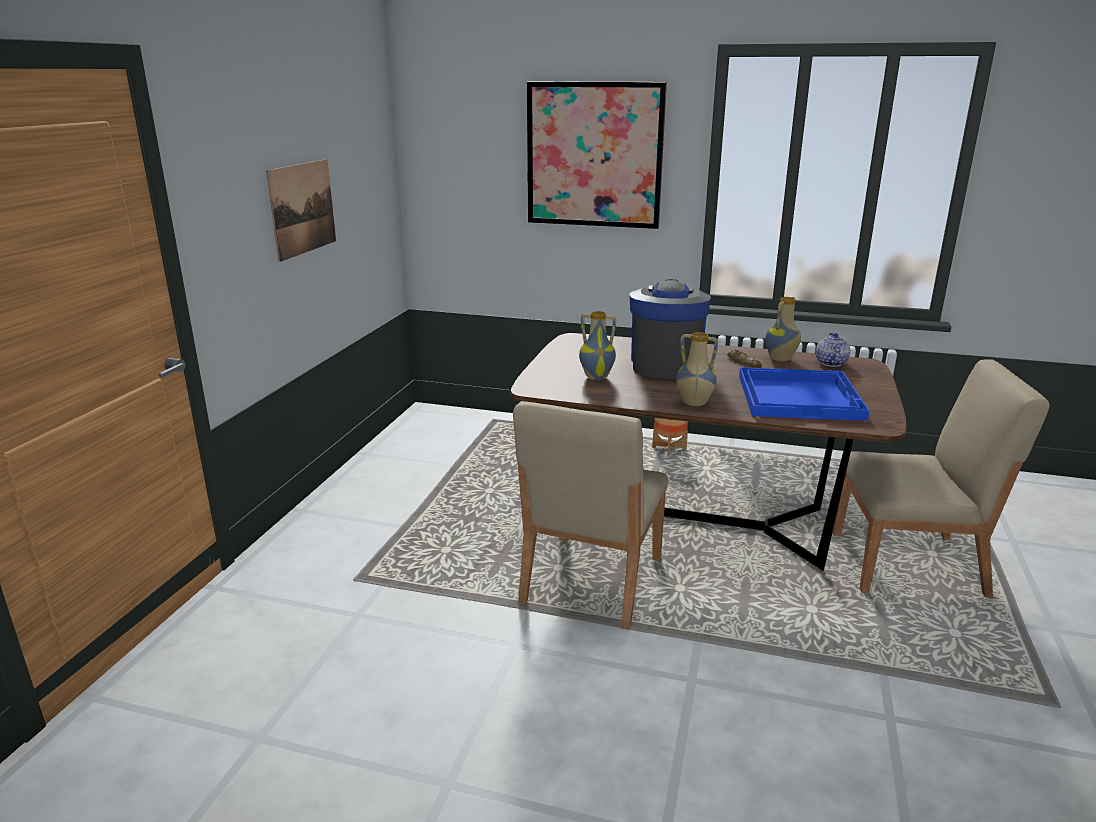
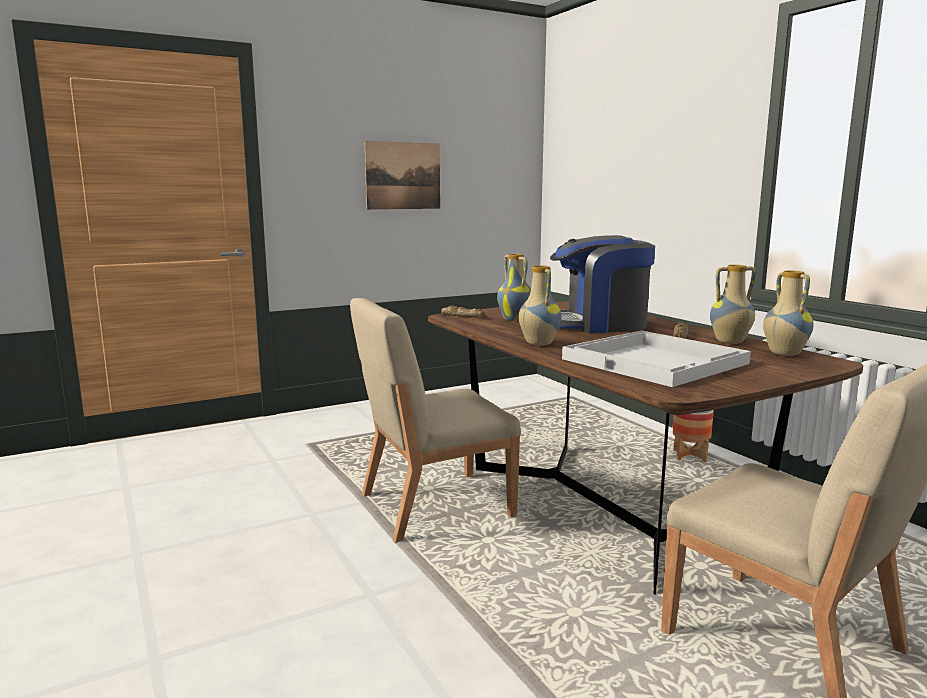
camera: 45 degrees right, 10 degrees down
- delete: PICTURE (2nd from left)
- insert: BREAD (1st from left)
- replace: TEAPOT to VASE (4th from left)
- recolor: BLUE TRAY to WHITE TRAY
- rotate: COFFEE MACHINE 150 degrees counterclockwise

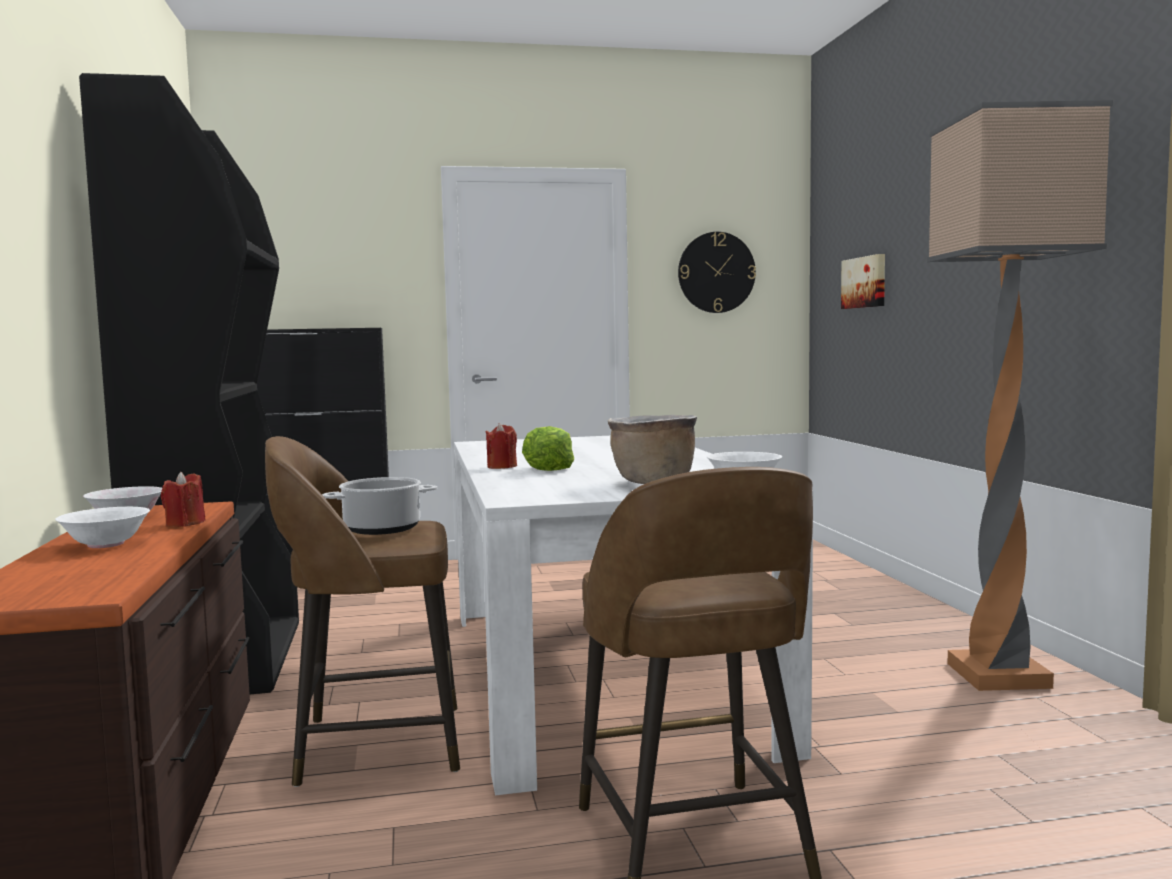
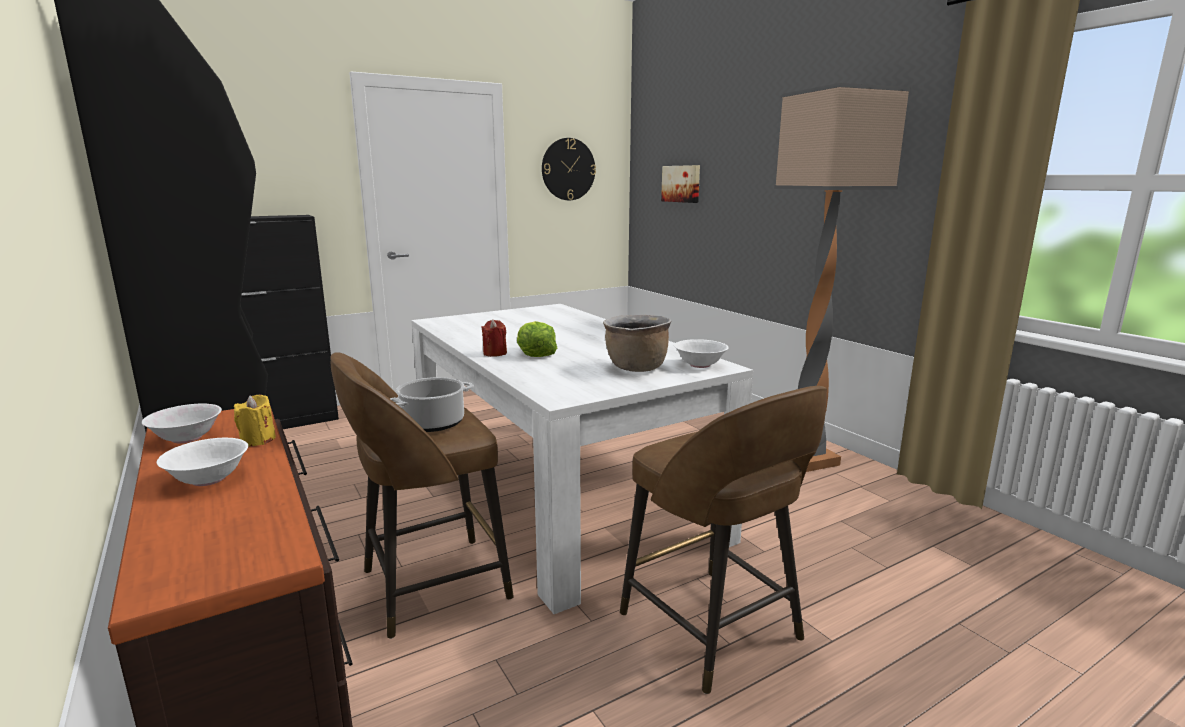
camera: 20 degrees left, 10 degrees up
- recolor: RED CANDLE (1st from left) to YELLOW CANDLE

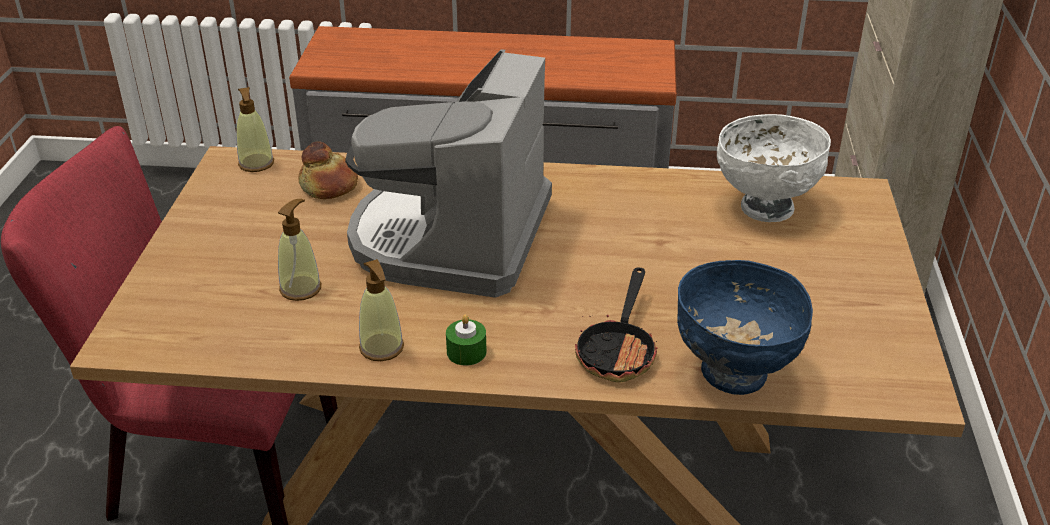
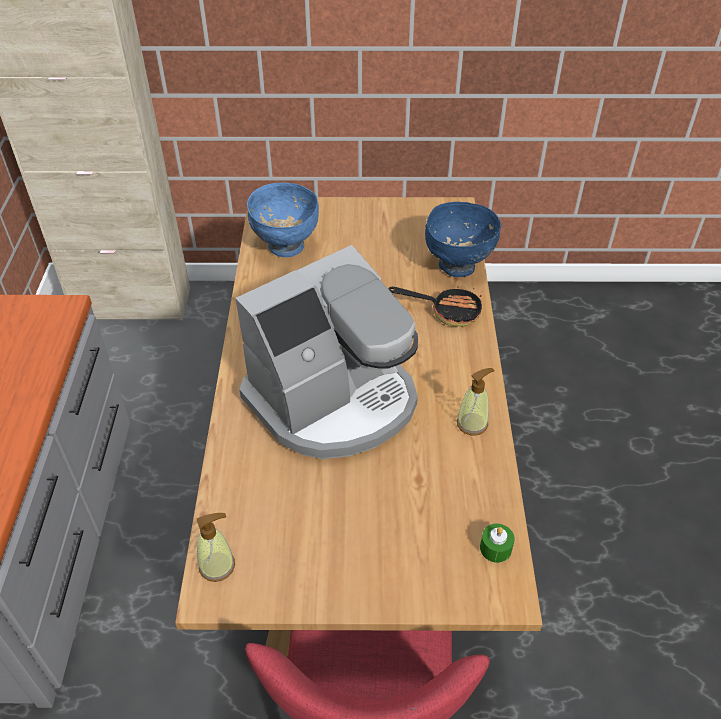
camera: 95 degrees left, 10 degrees up
- delete: SOAP DISPENSER (2nd from left)
- delete: BREAD
- move: GREEN CANDLE
- recolor: WHITE BOWL to BLUE BOWL (1st from left)
- rotate: COFFEE MACHINE 45 degrees counterclockwise

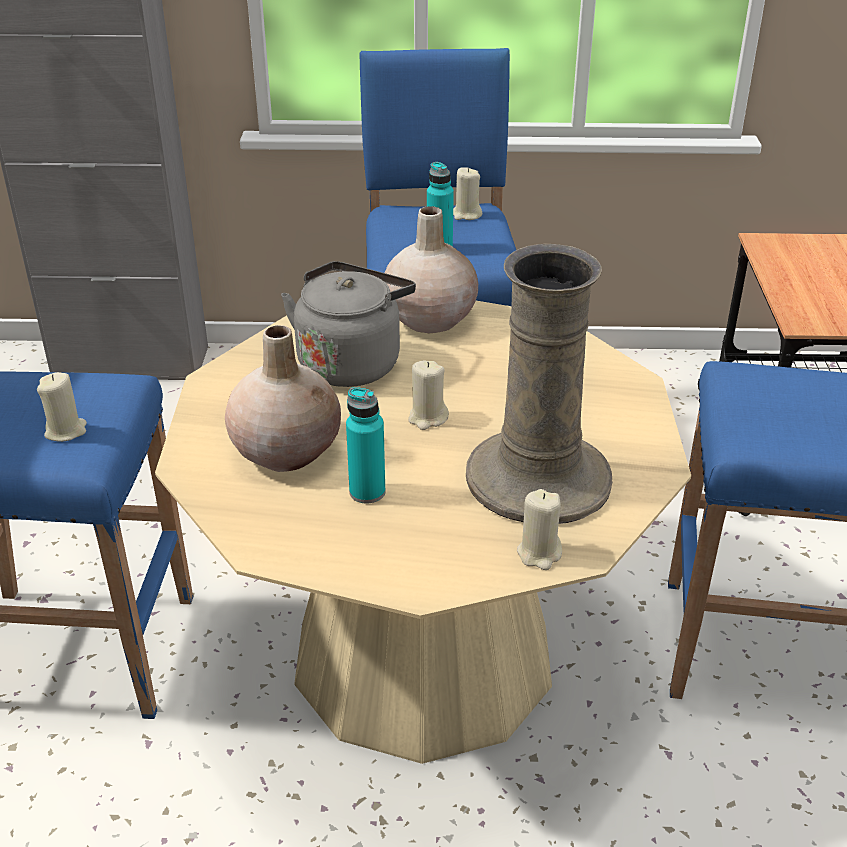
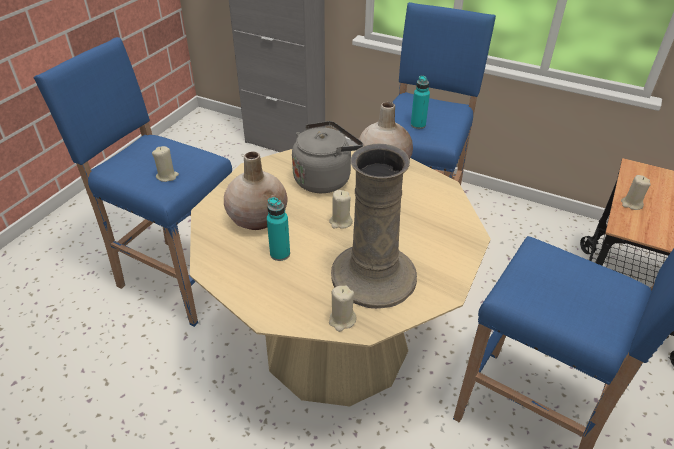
camera: 25 degrees right, 5 degrees up
- move: BEIGE CANDLE (3rd from left in the first image) to BEIGE CANDLE (4th from left)

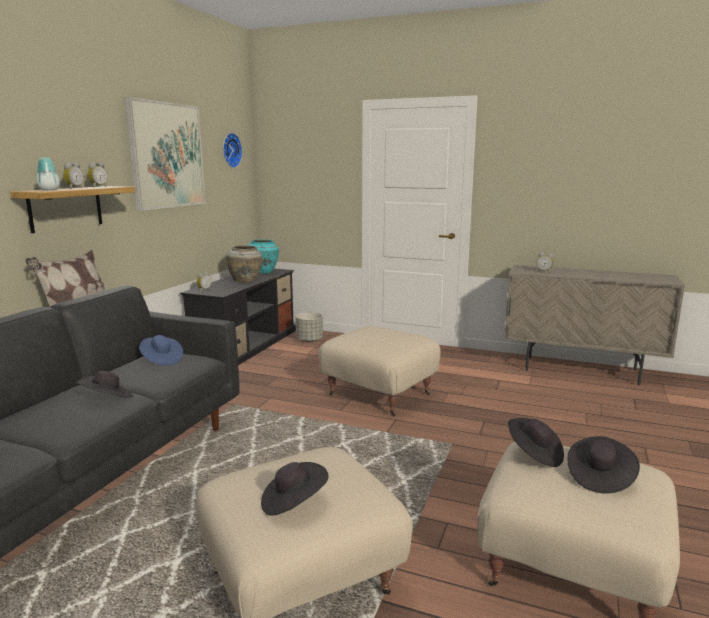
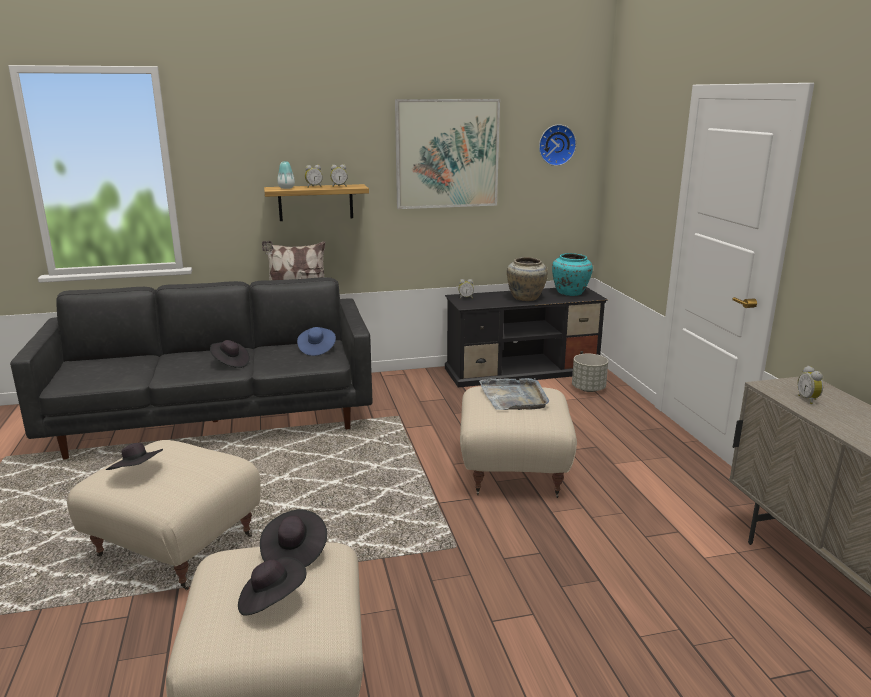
camera: 55 degrees right, 5 degrees up
- insert: GREY TRAY

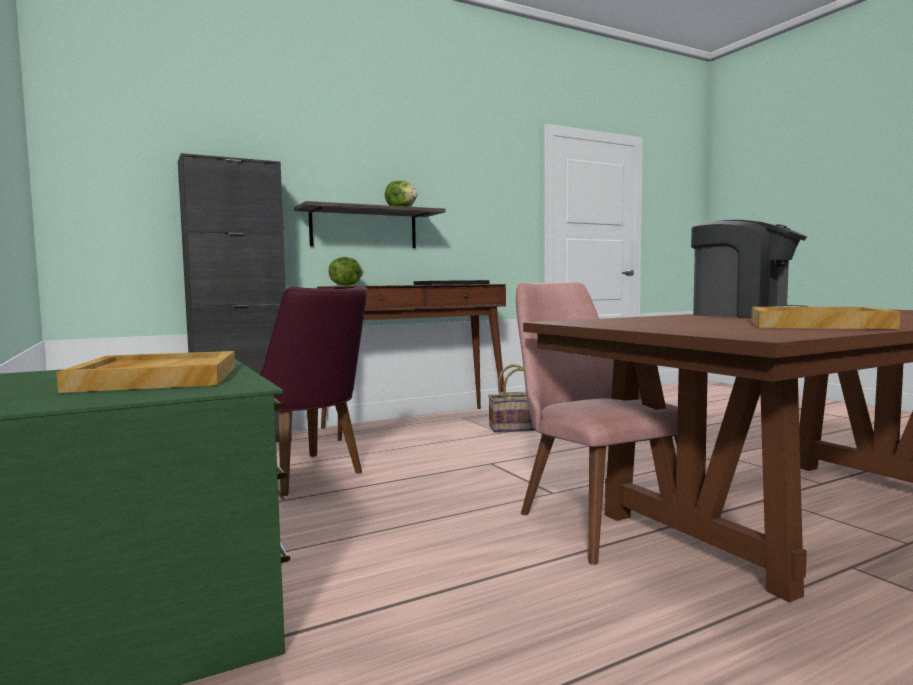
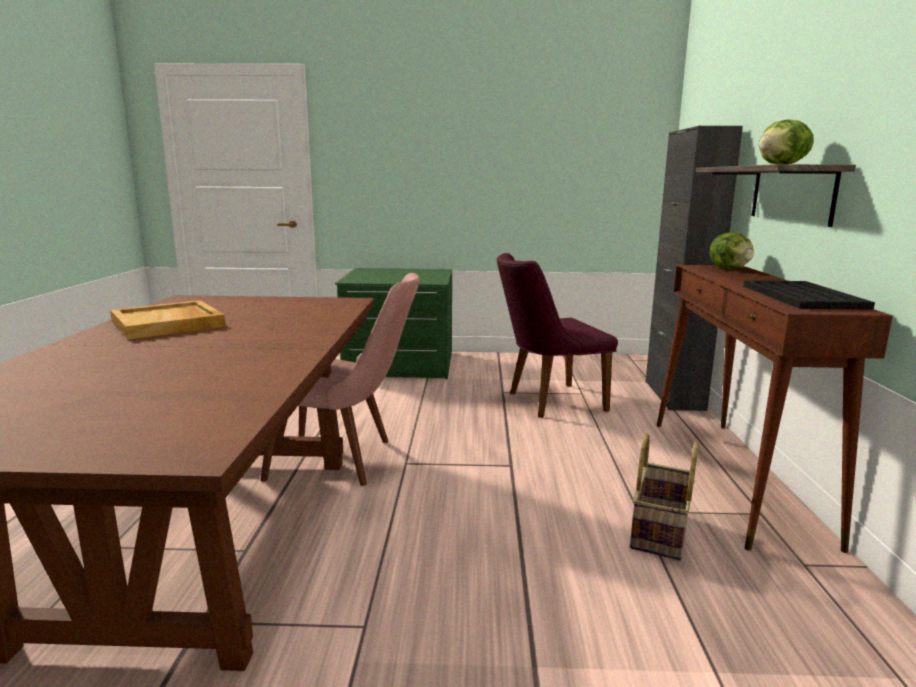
camera: 120 degrees right, 10 degrees up
- delete: BEIGE TRAY (1st from left)
- delete: COFFEE MACHINE

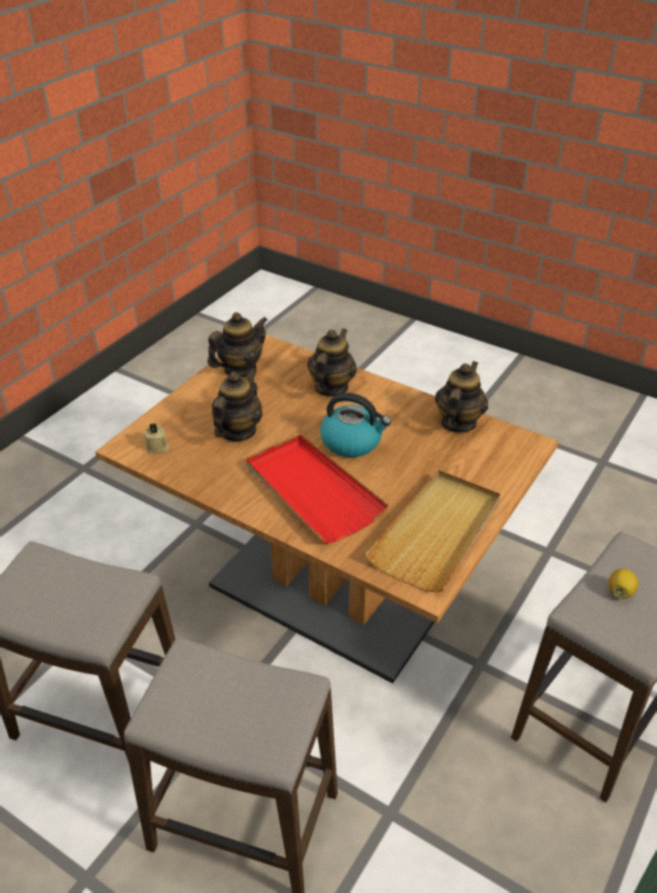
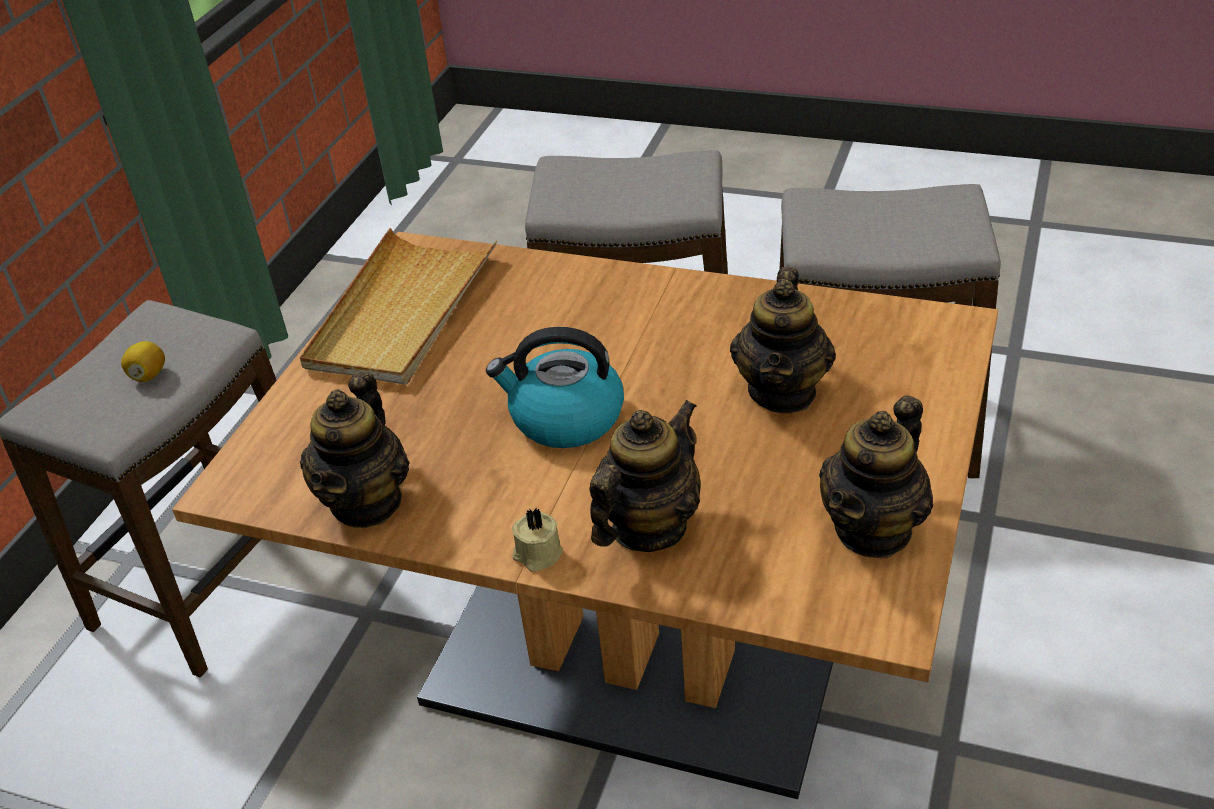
camera: 170 degrees right, 0 degrees up
- delete: RED TRAY
- move: BEIGE CANDLE
- rotate: TEAPOT (3rd from left in the first image) 150 degrees counterclockwise

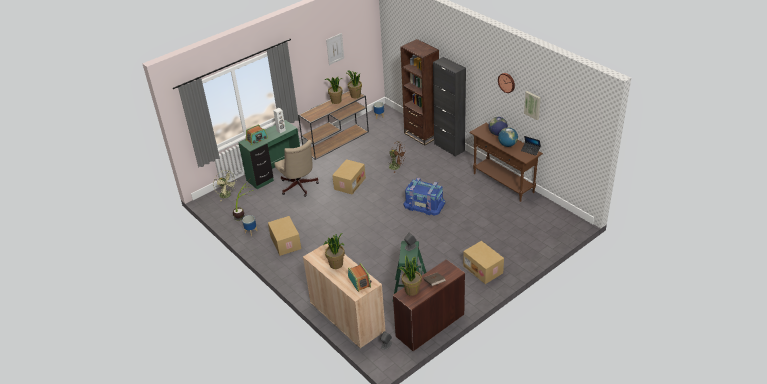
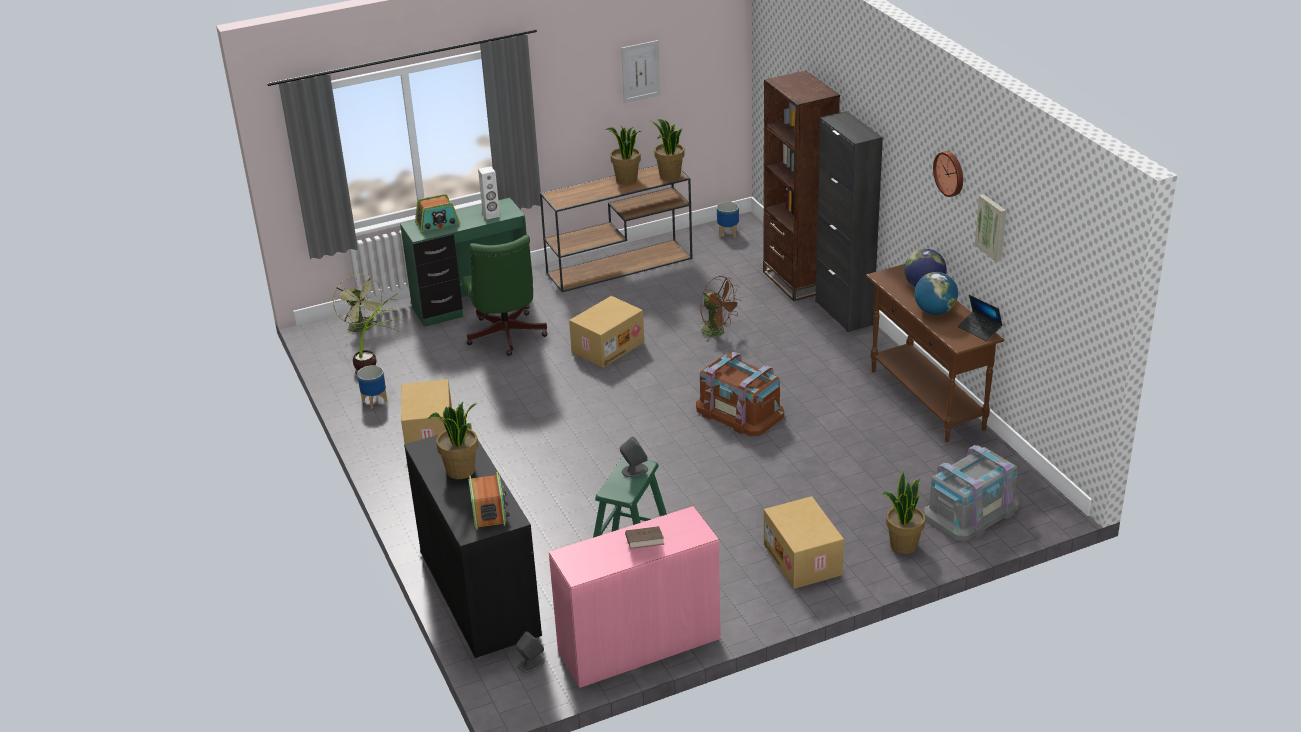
camera: 15 degrees right, 5 degrees down
- insert: GREY STORAGE BOX
- move: POTTED PLANT (5th from left)
- recolor: BEIGE OFFICE CHAIR to GREEN OFFICE CHAIR
- recolor: BEIGE CABINET to BLACK CABINET (1st from left)
- recolor: BROWN DESK to PINK DESK
- recolor: BLUE STORAGE BOX to BROWN STORAGE BOX

